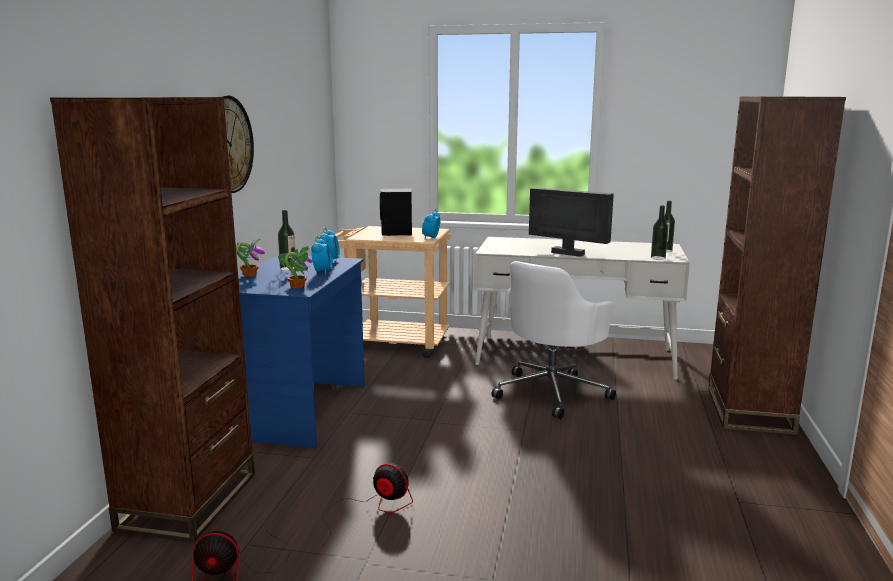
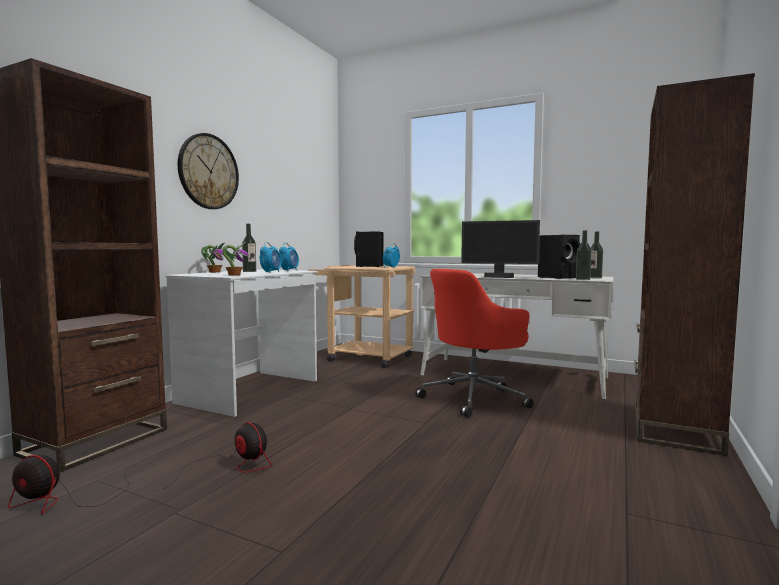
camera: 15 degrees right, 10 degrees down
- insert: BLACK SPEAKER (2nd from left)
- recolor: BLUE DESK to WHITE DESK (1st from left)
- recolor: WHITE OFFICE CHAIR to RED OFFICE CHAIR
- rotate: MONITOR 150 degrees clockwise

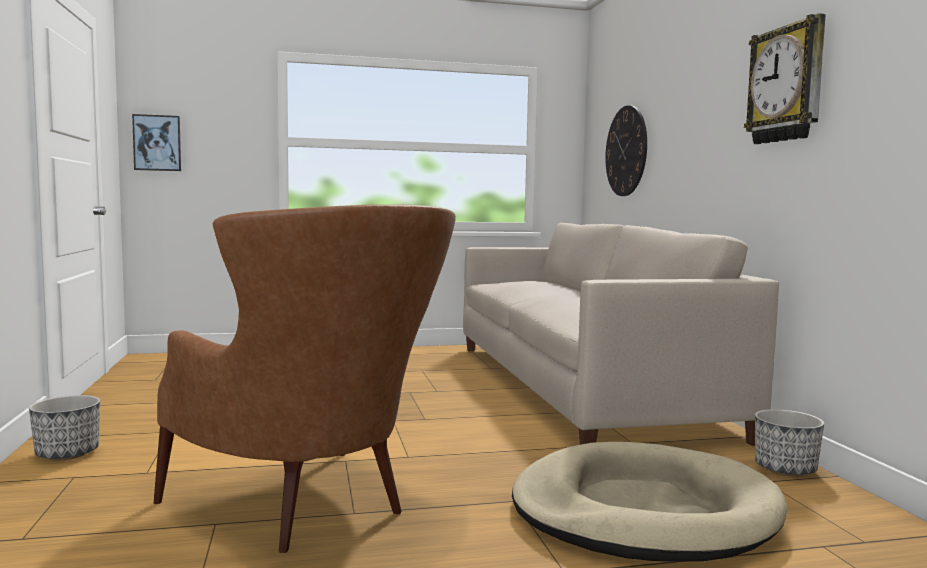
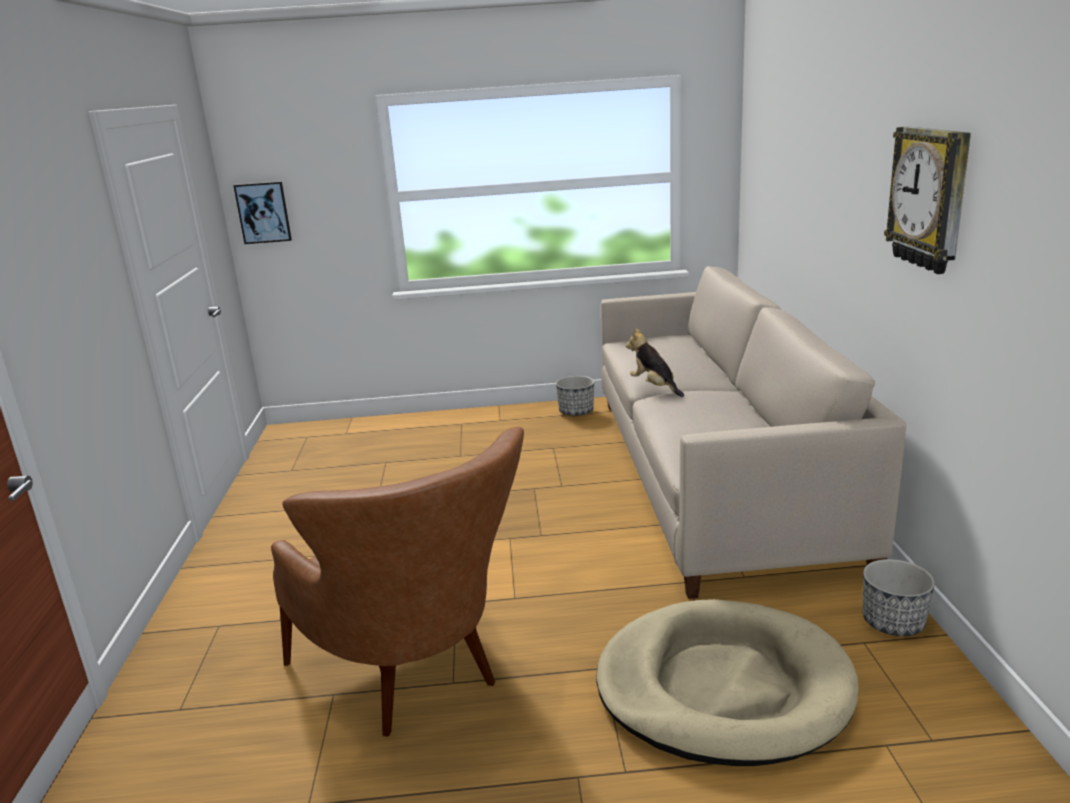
camera: 10 degrees right, 15 degrees up
- delete: WALL CLOCK (1st from left)
- insert: PLUSH TOY
- move: PLANTER (1st from left)

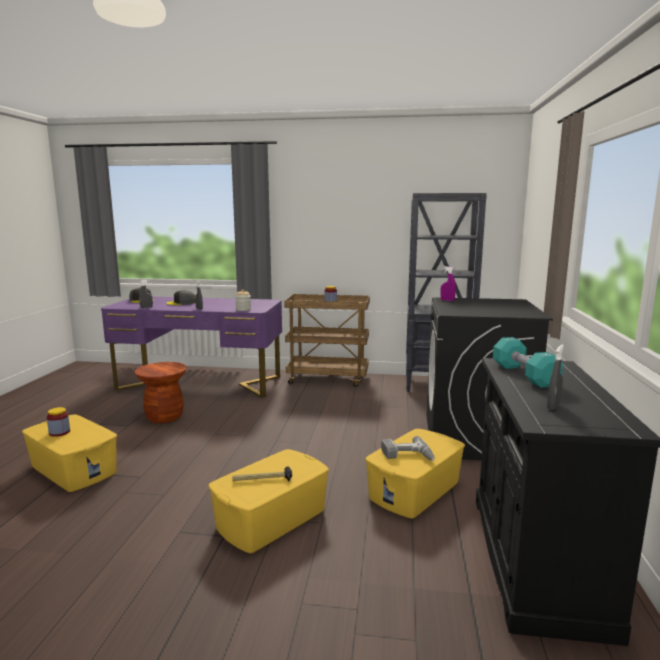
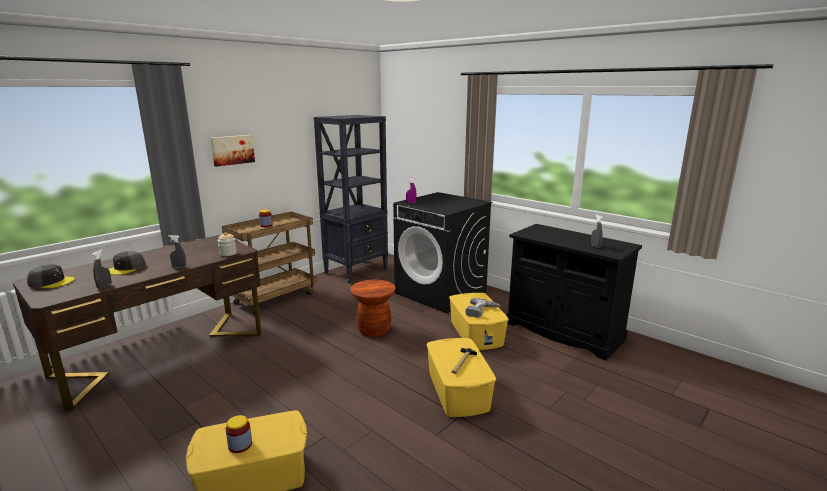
camera: 55 degrees left, 5 degrees up
- delete: TURQUOISE DUMBBELL
- insert: PICTURE
- move: BROWN STOOL
- recolor: PURPLE DESK to BROWN DESK

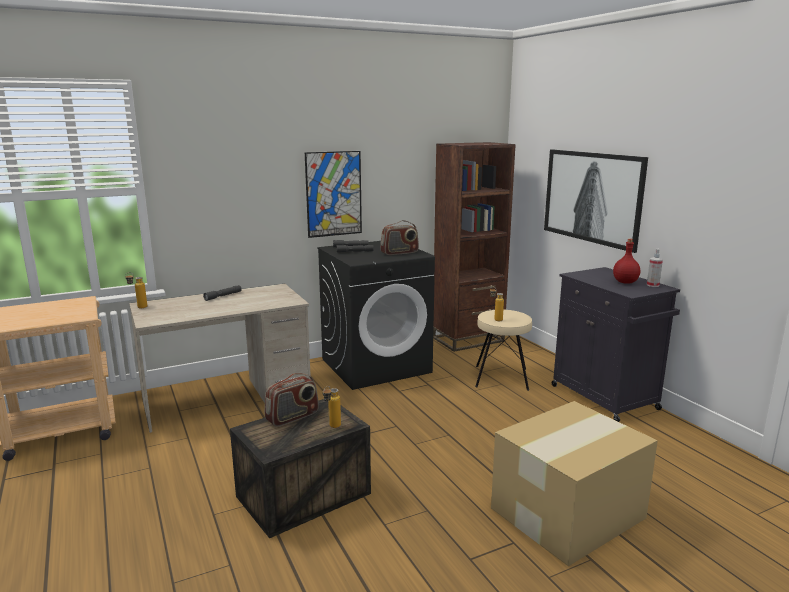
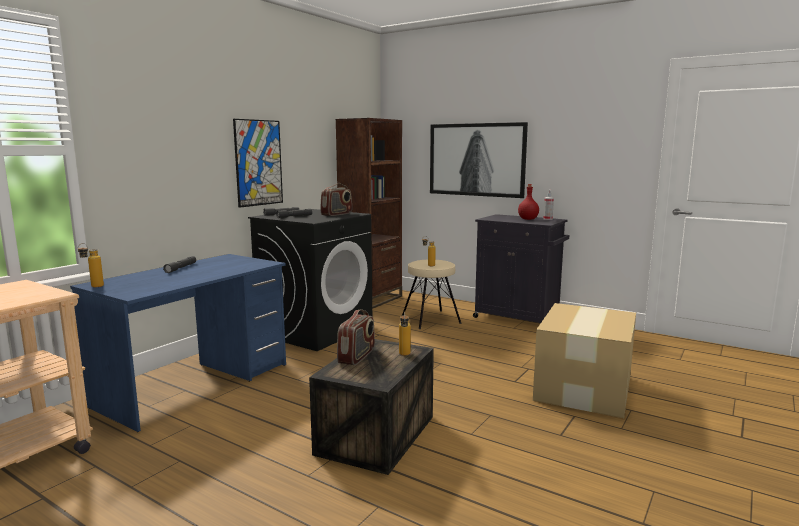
camera: 30 degrees left, 5 degrees down
- recolor: BEIGE DESK to BLUE DESK

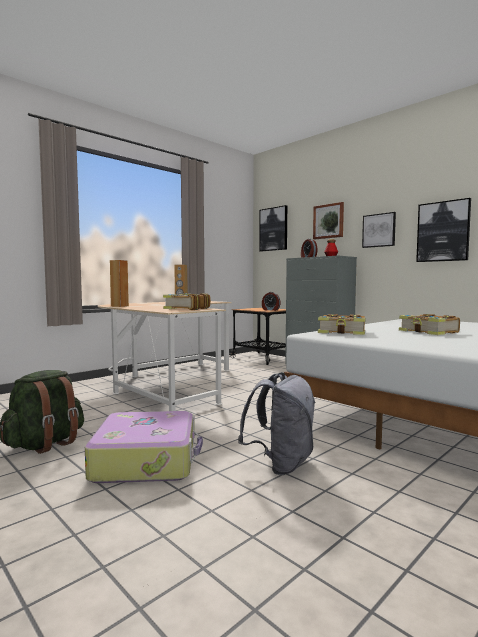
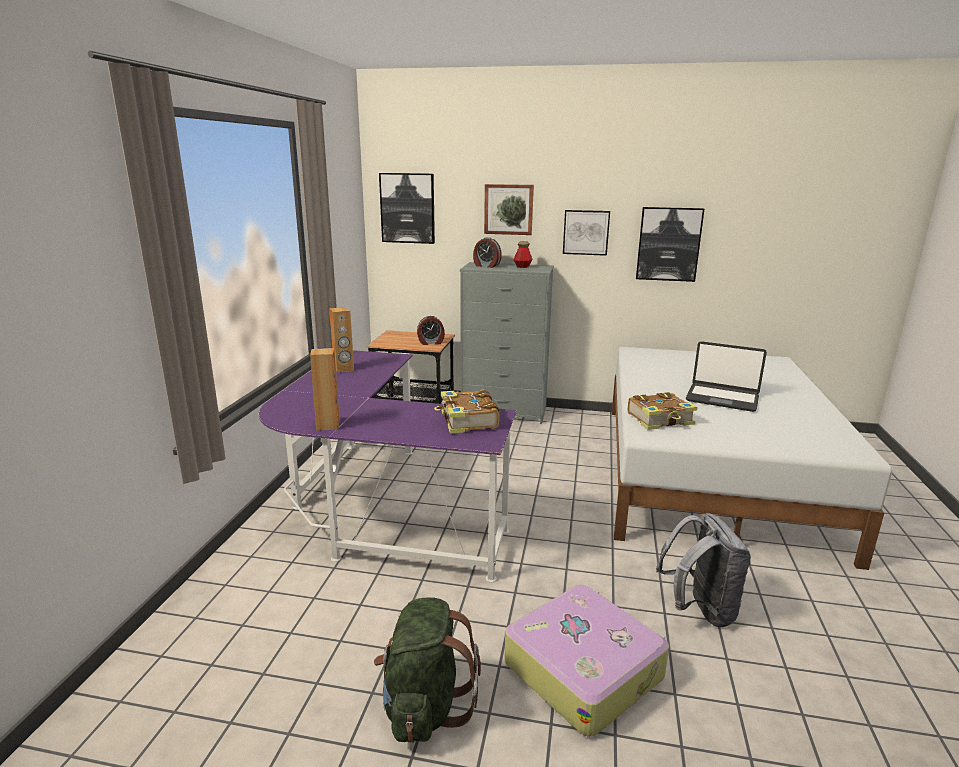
camera: 35 degrees left, 15 degrees up
- replace: BOOK (3rd from left) to LAPTOP
- recolor: BEIGE DESK to PURPLE DESK

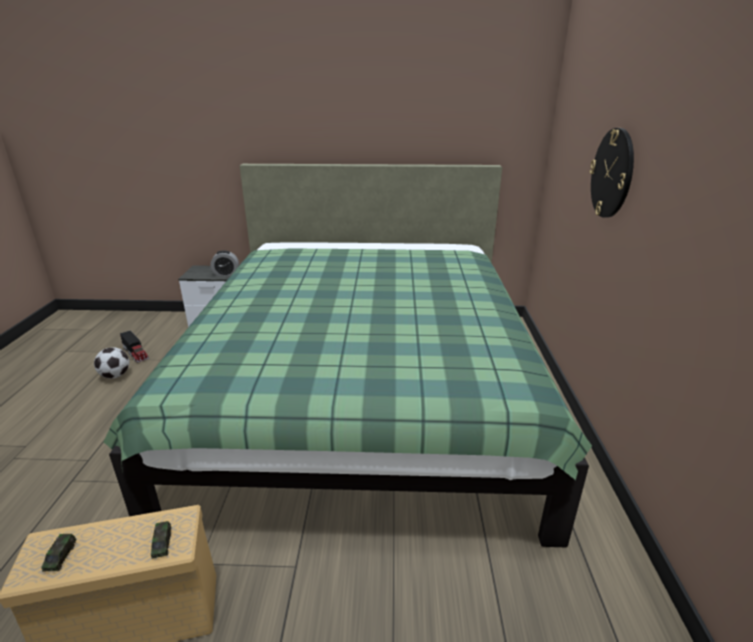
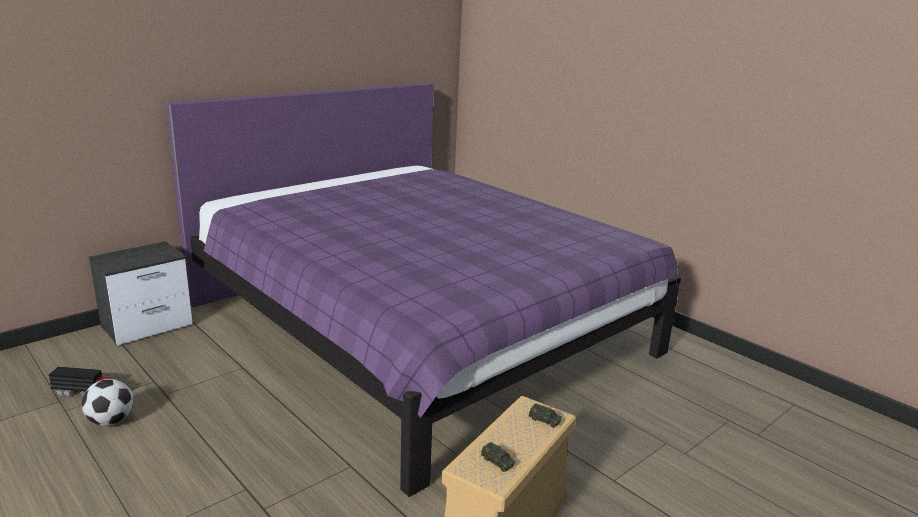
camera: 45 degrees left, 5 degrees down
- delete: ALARM CLOCK
- delete: WALL CLOCK
- recolor: GREEN BED to PURPLE BED

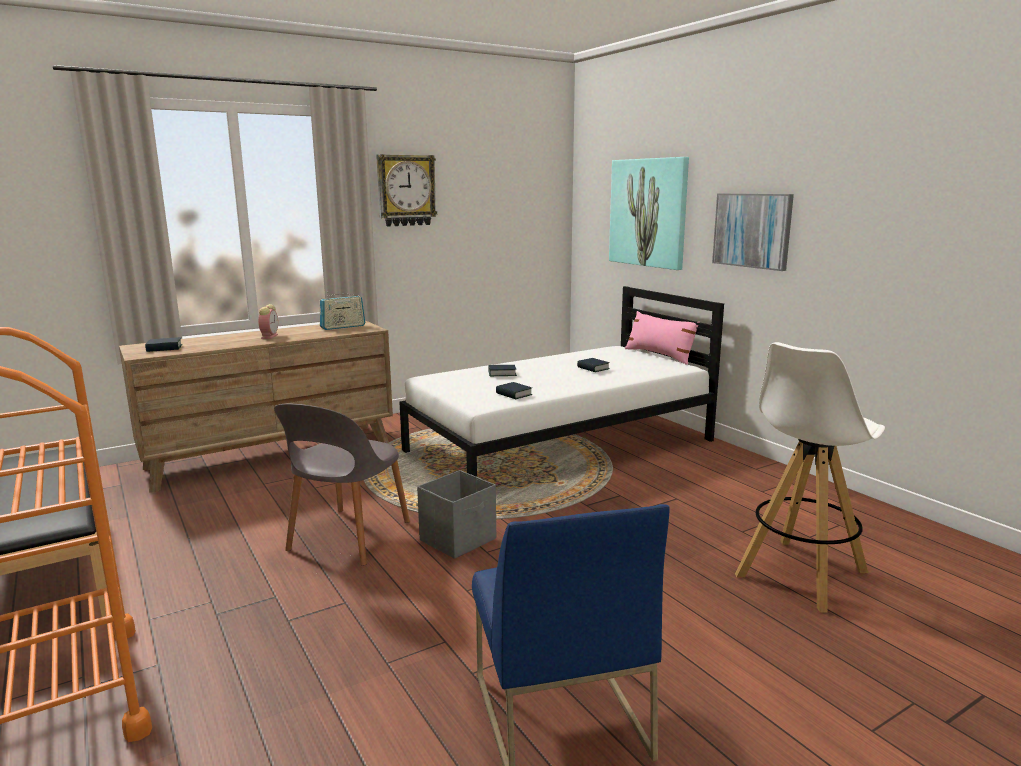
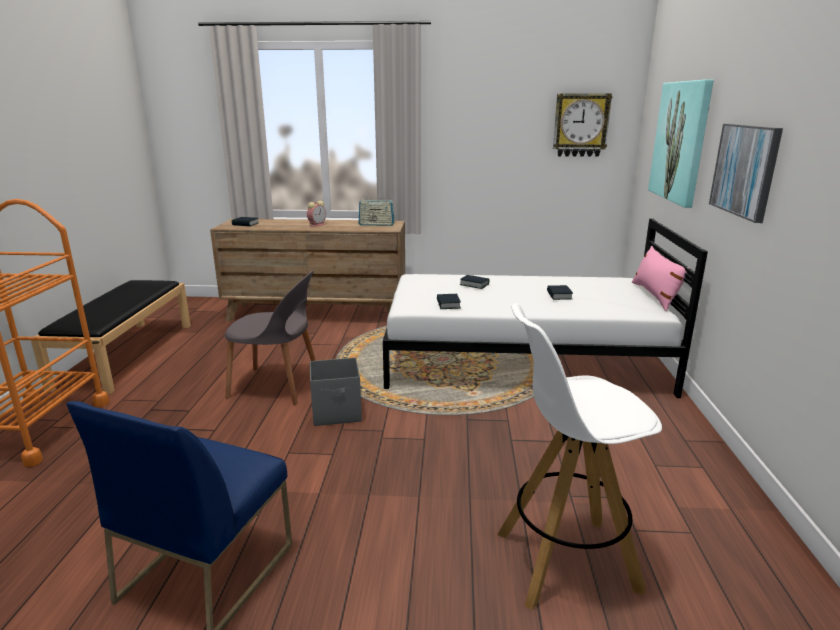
camera: 35 degrees right, 5 degrees up
- move: WALL CLOCK
- rotate: GREY CHAIR 135 degrees counterclockwise

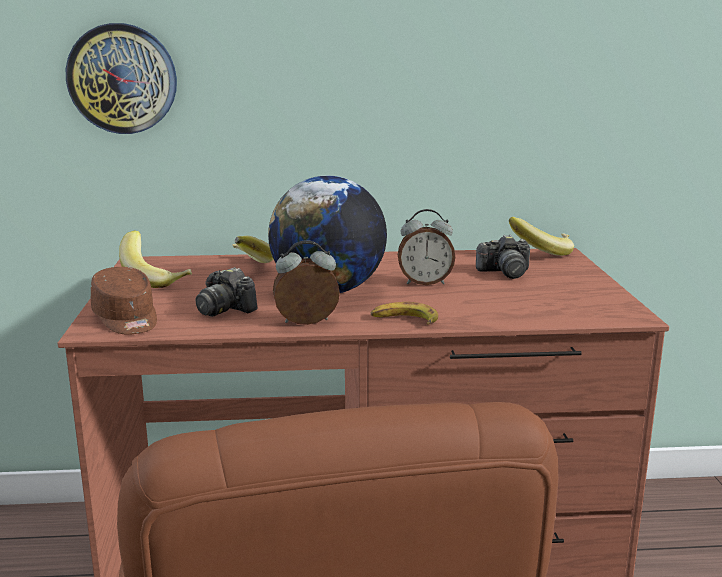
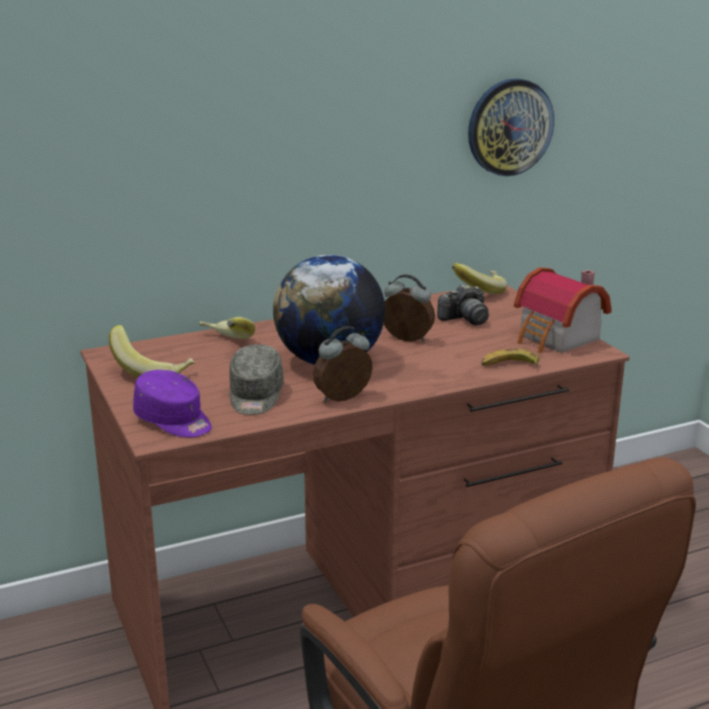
camera: 20 degrees left, 5 degrees up
- insert: TOY HOUSE
- move: WALL CLOCK
- move: BANANA (3rd from left in the first image) to BANANA (4th from left)
- replace: PHOTO CAMERA (1st from left) to GREY CAP
- recolor: BROWN CAP to PURPLE CAP
- rotate: ALARM CLOCK (2nd from left) 135 degrees counterclockwise

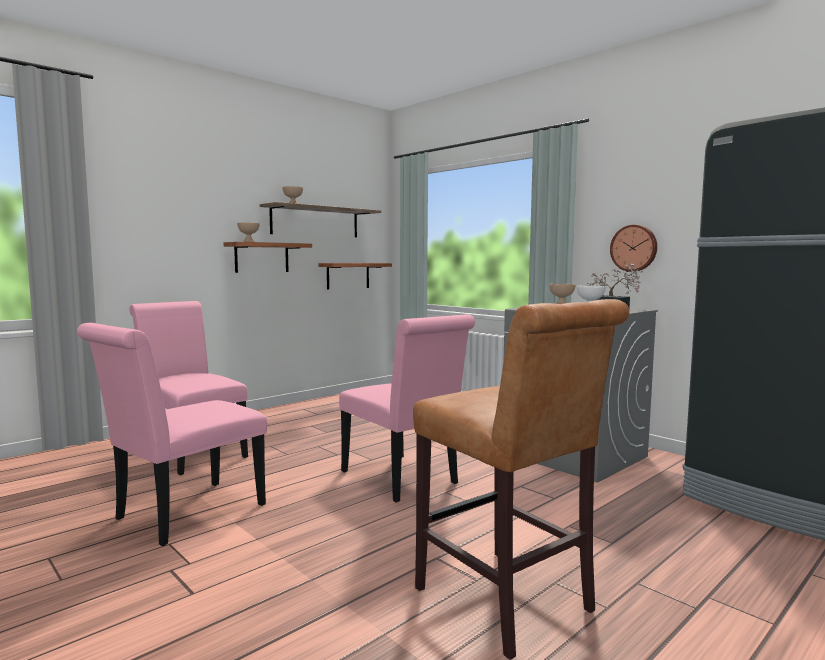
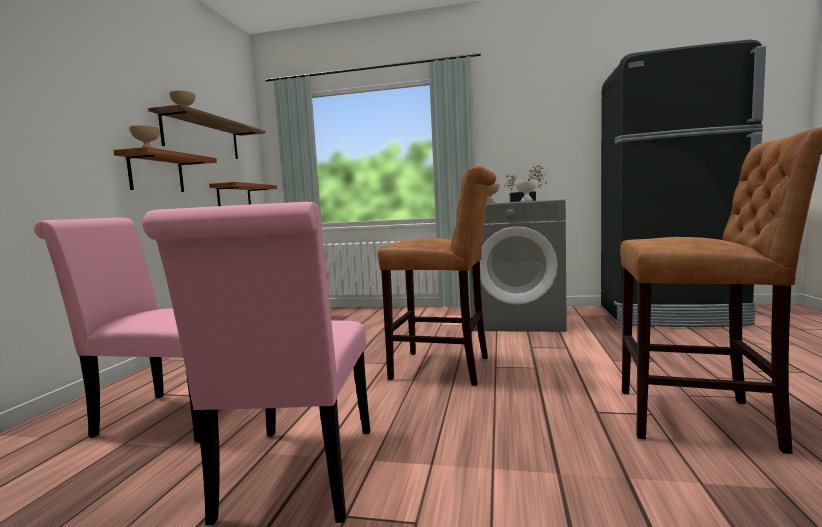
camera: 35 degrees left, 0 degrees up
- delete: WALL CLOCK
- replace: PINK CHAIR (3rd from left) to BROWN STOOL (1st from left)

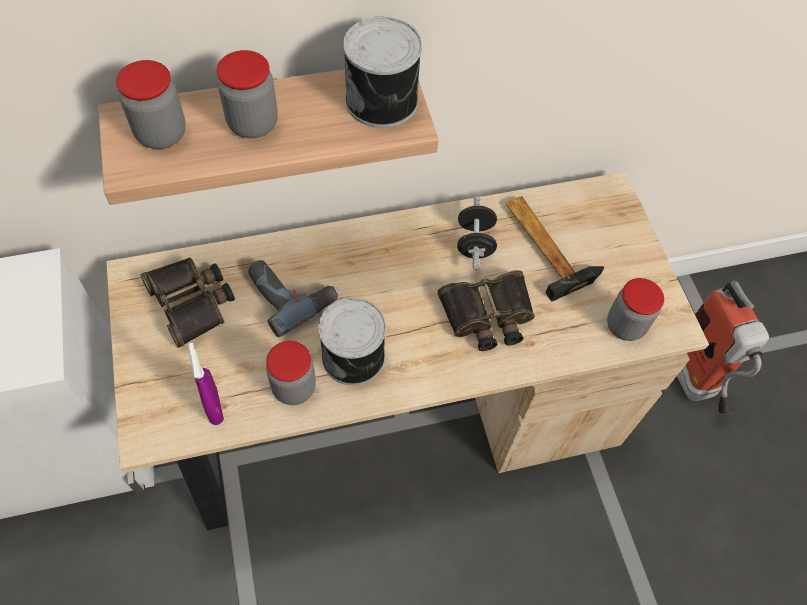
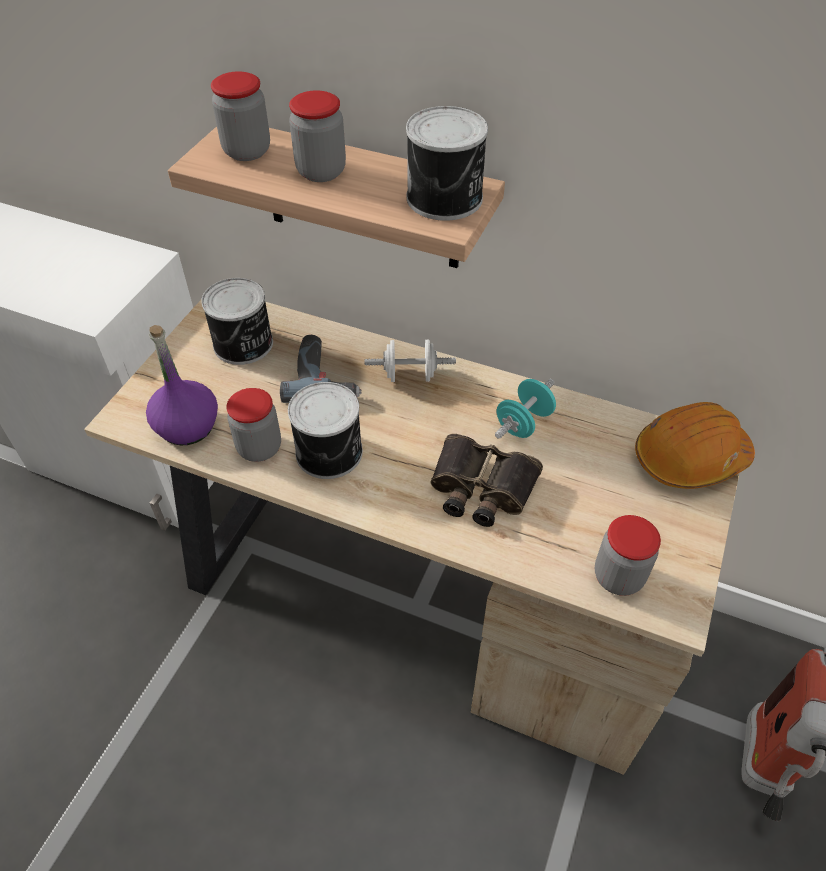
camera: 40 degrees right, 10 degrees down
- delete: HAMMER
- insert: WHITE DUMBBELL
- insert: ORANGE HARD HAT
- replace: BINOCULARS (1st from left) to CAN (1st from left)
- replace: PURPLE SPRAY BOTTLE to PURPLE BOTTLE
- recolor: BLACK DUMBBELL to TURQUOISE DUMBBELL

